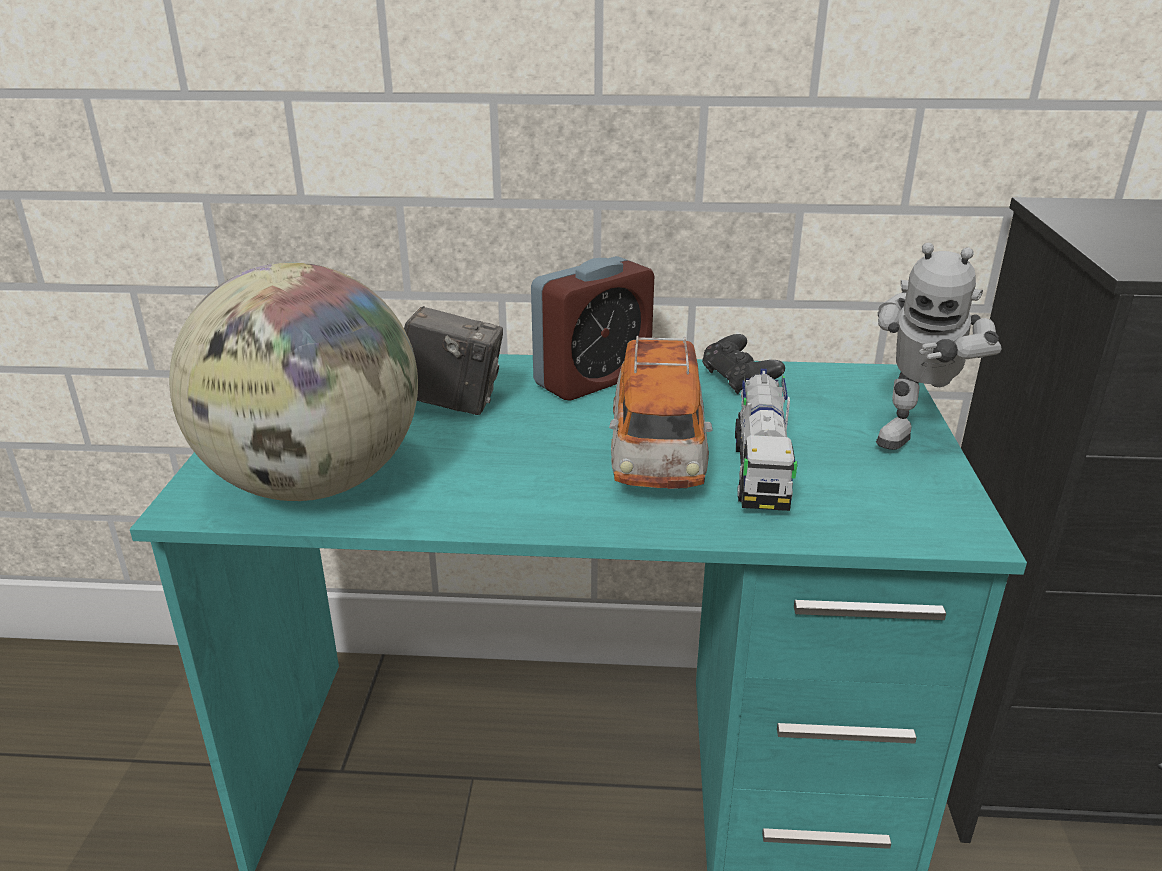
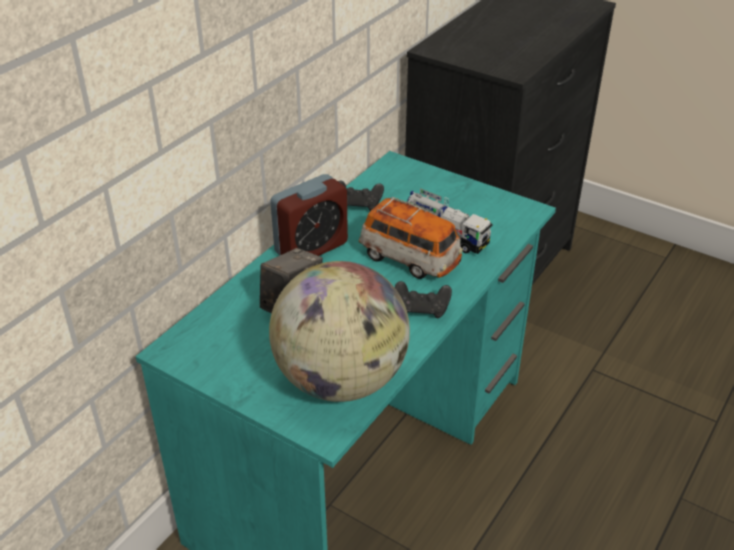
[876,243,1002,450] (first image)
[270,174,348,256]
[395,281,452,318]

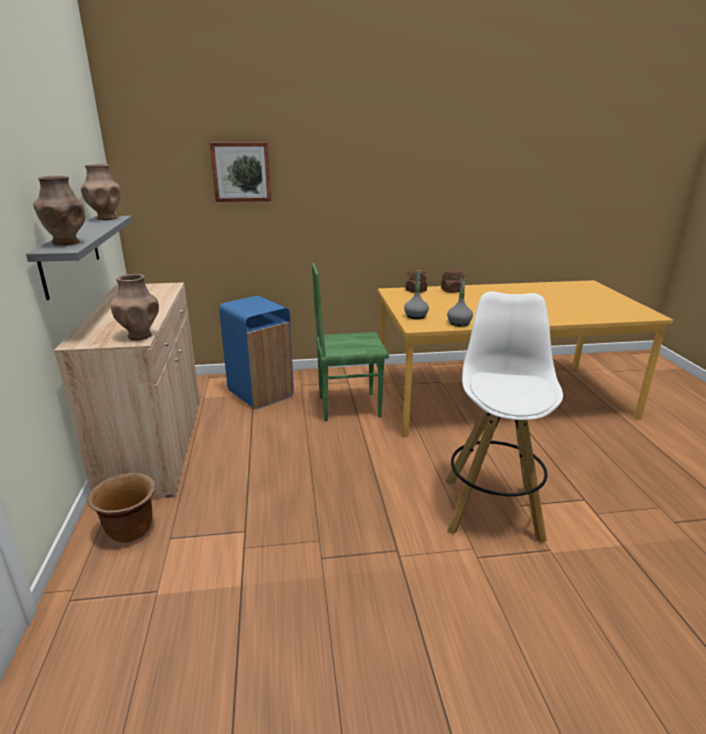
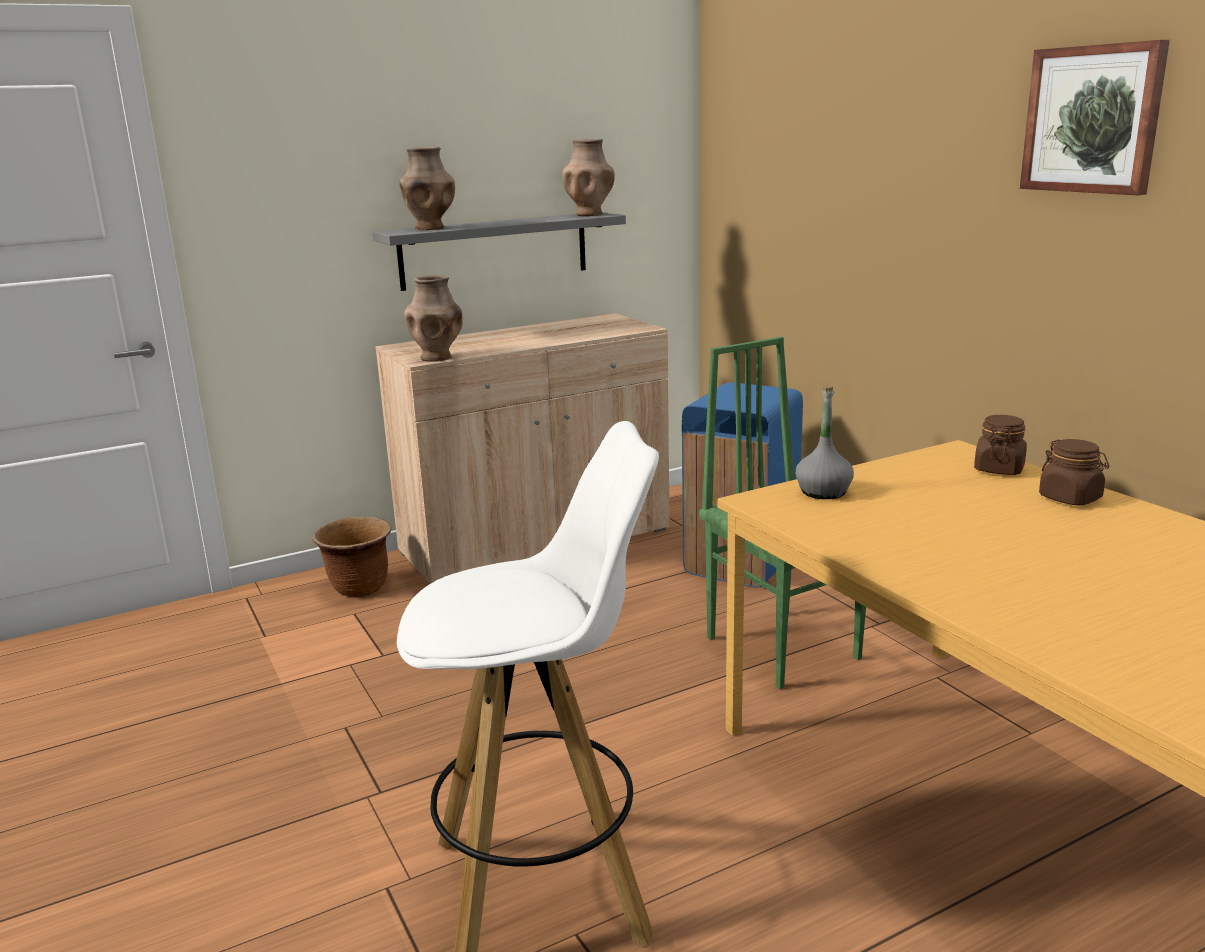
[1020,40,1170,195]
[447,276,473,326] (first image)

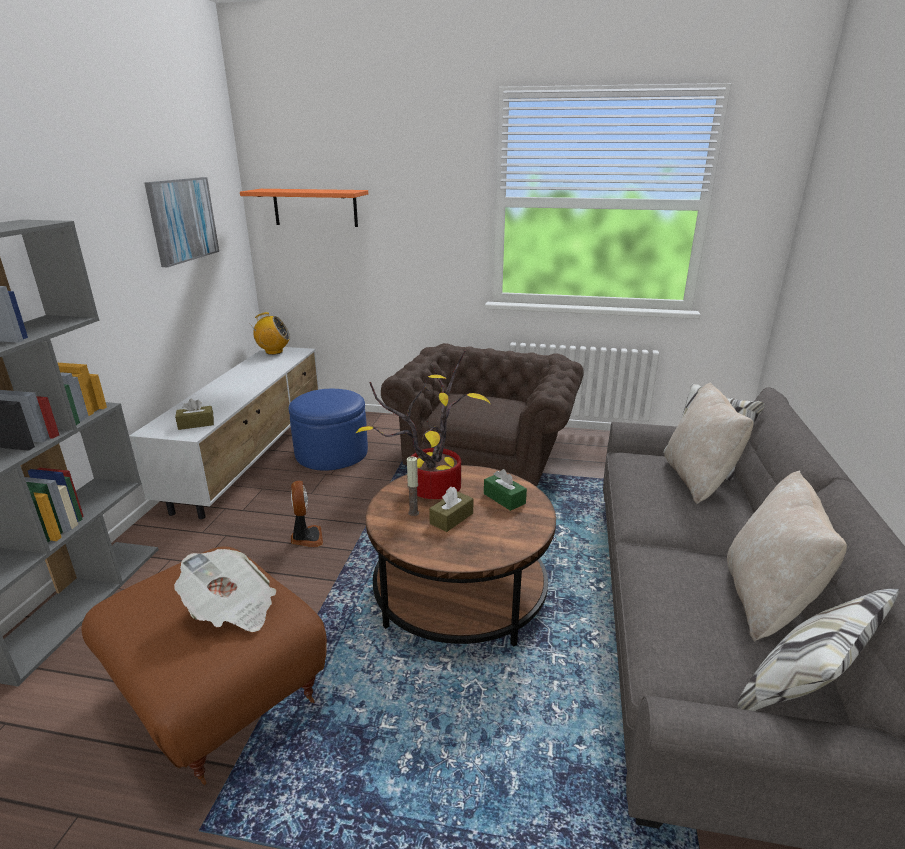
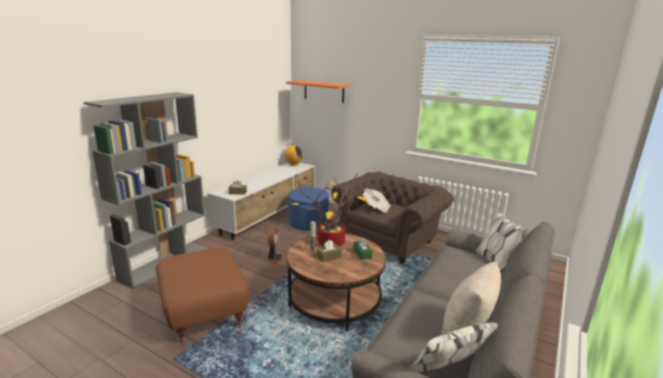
[144,177,219,267] (first image)
[664,382,754,504] (first image)
[363,188,391,213]

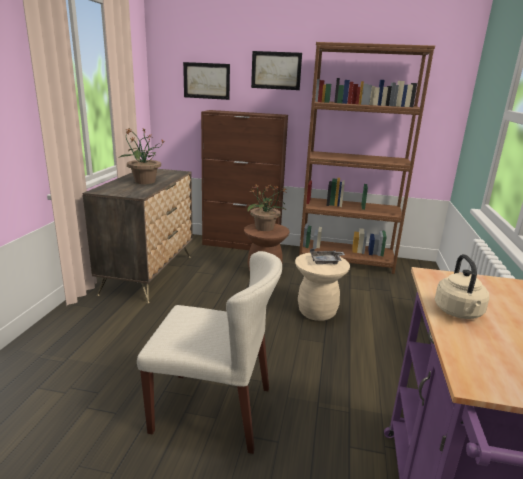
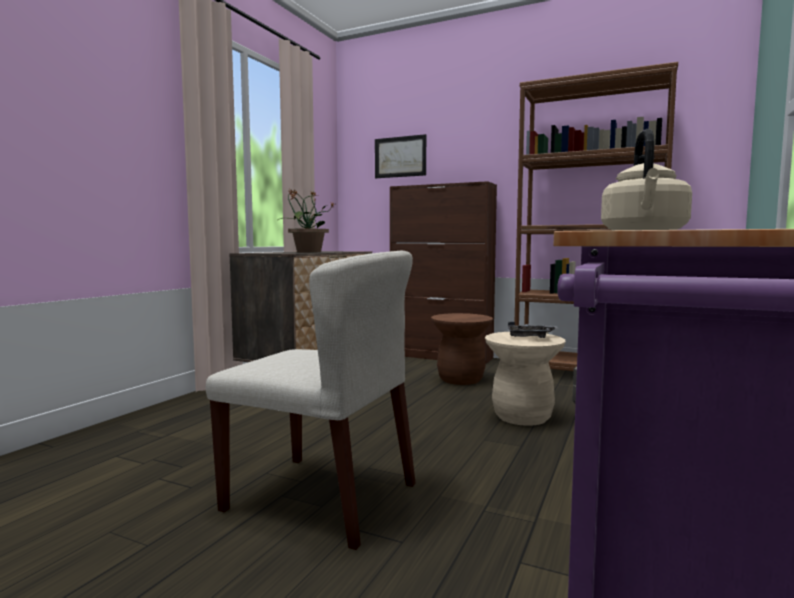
[251,51,302,90] (first image)
[247,184,286,231] (first image)

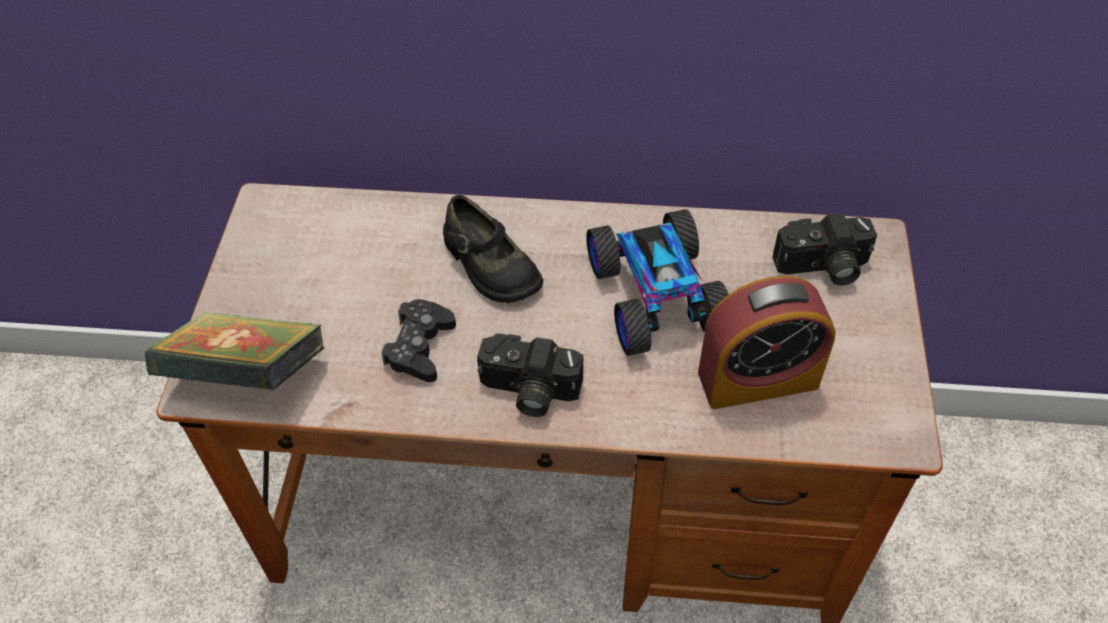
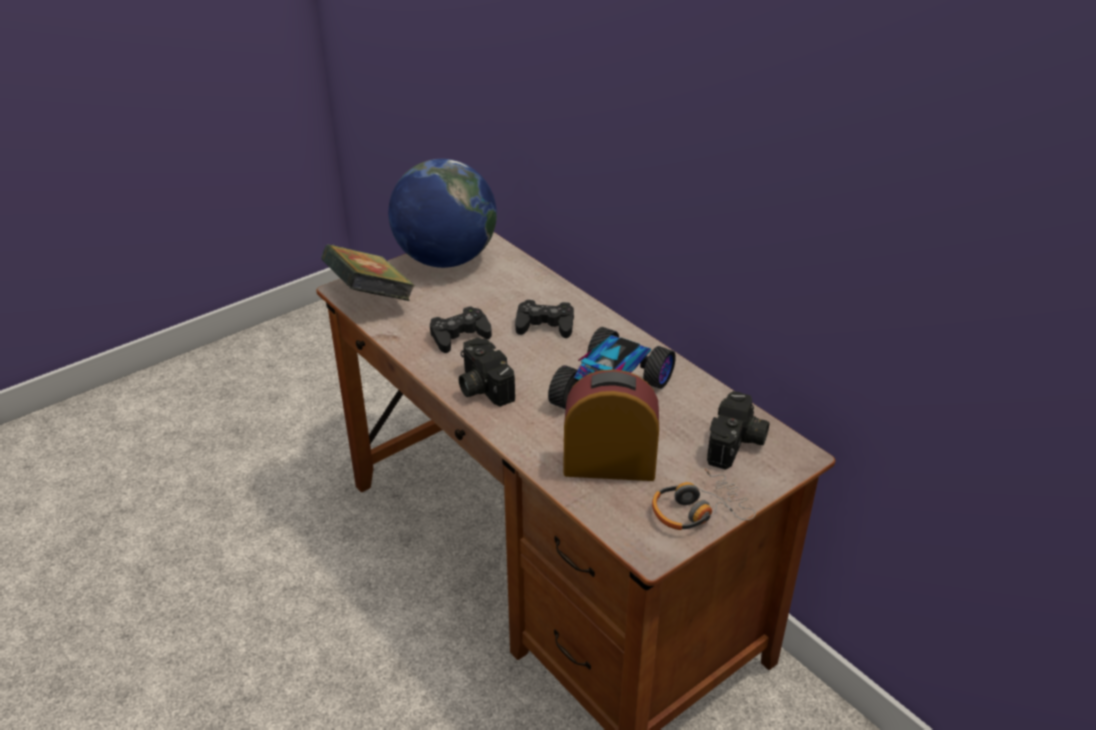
[515,300,574,338]
[707,391,770,470]
[563,370,659,481]
[388,159,497,268]
[652,468,756,530]

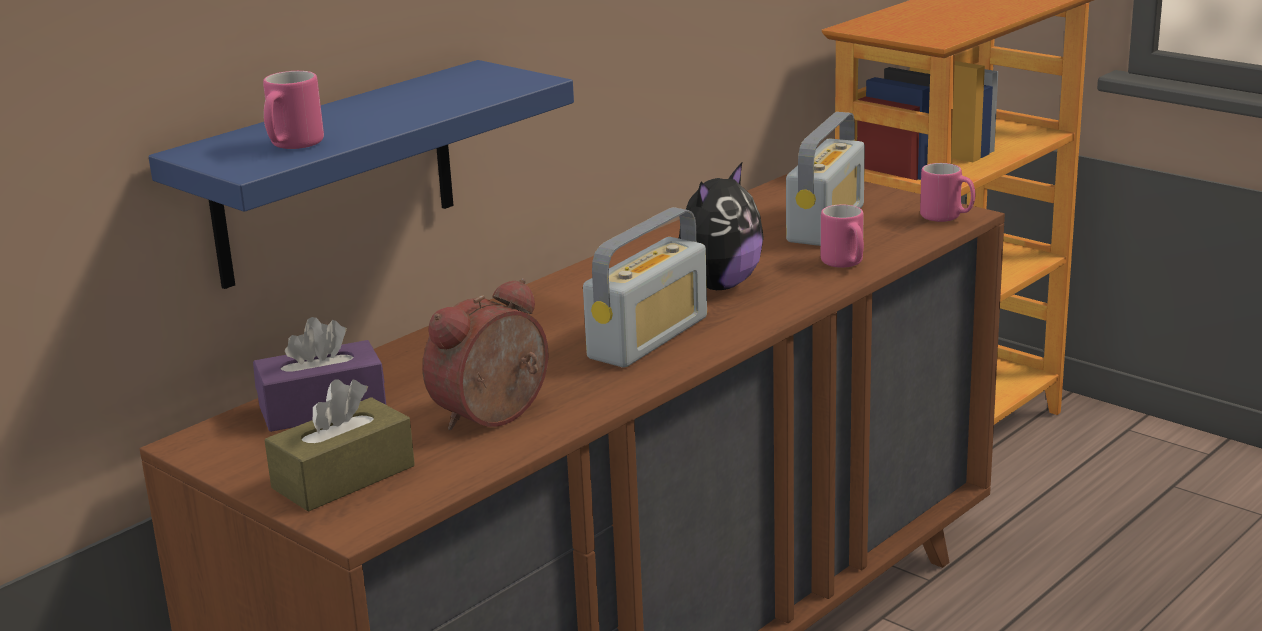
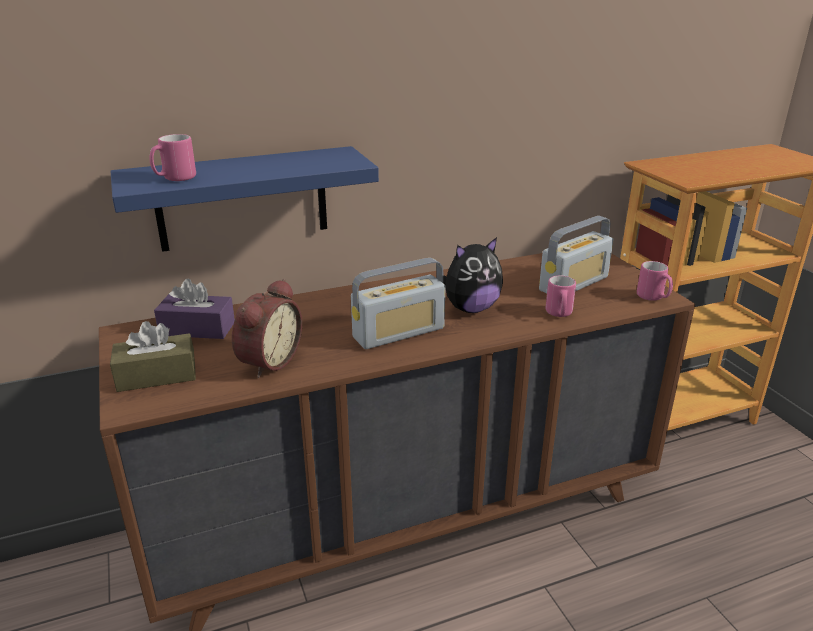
[232,279,302,378]

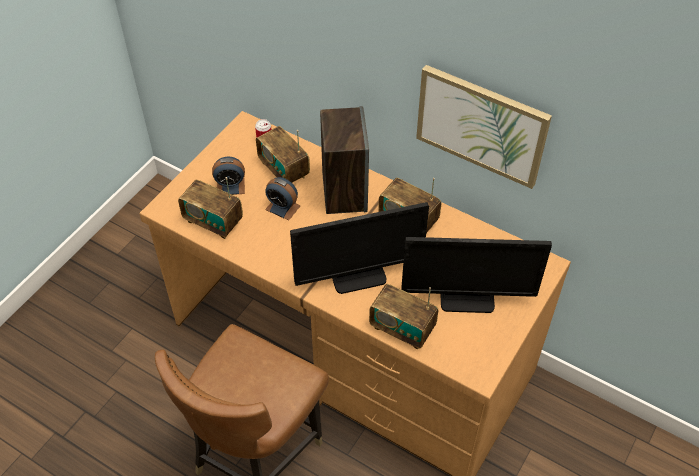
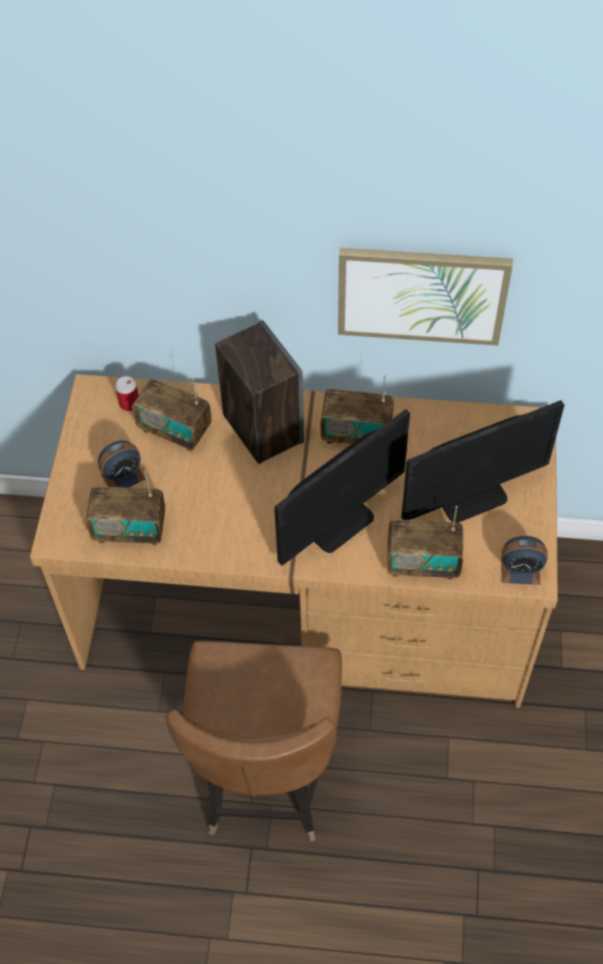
[501,536,548,585]

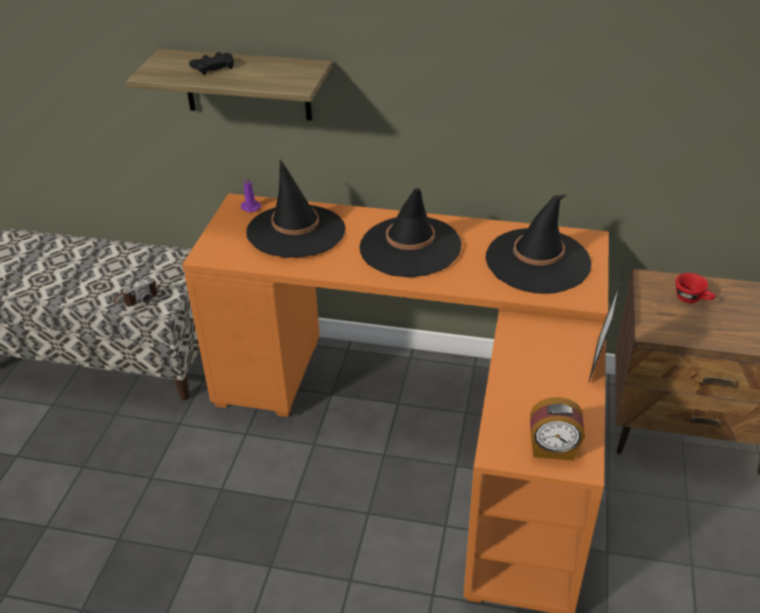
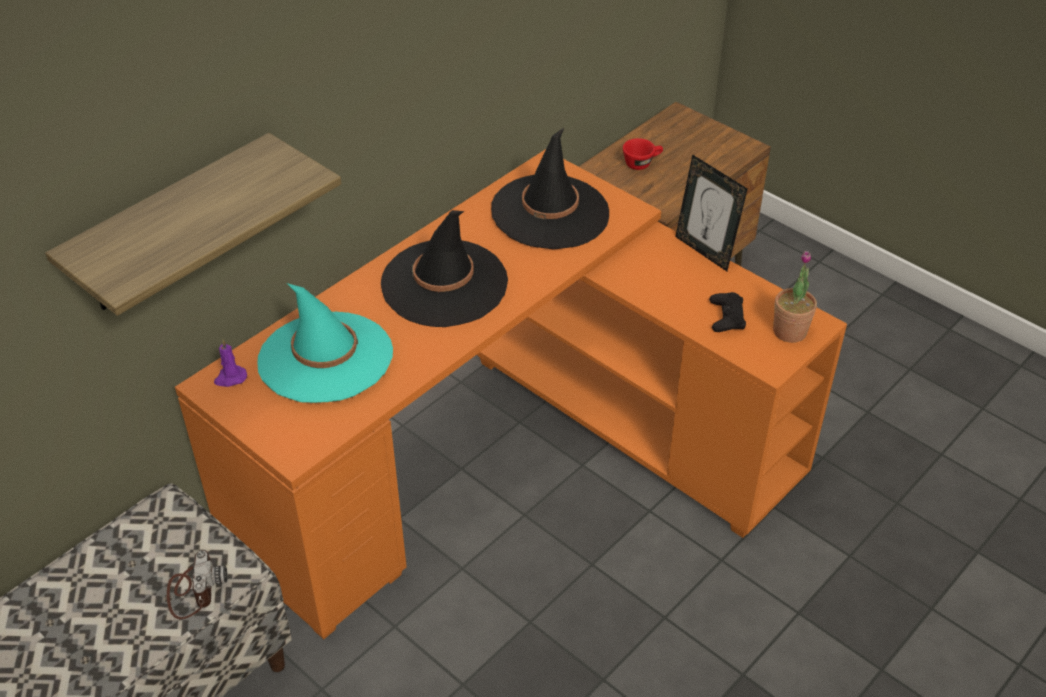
[709,292,746,332]
[257,283,393,403]
[773,251,817,343]

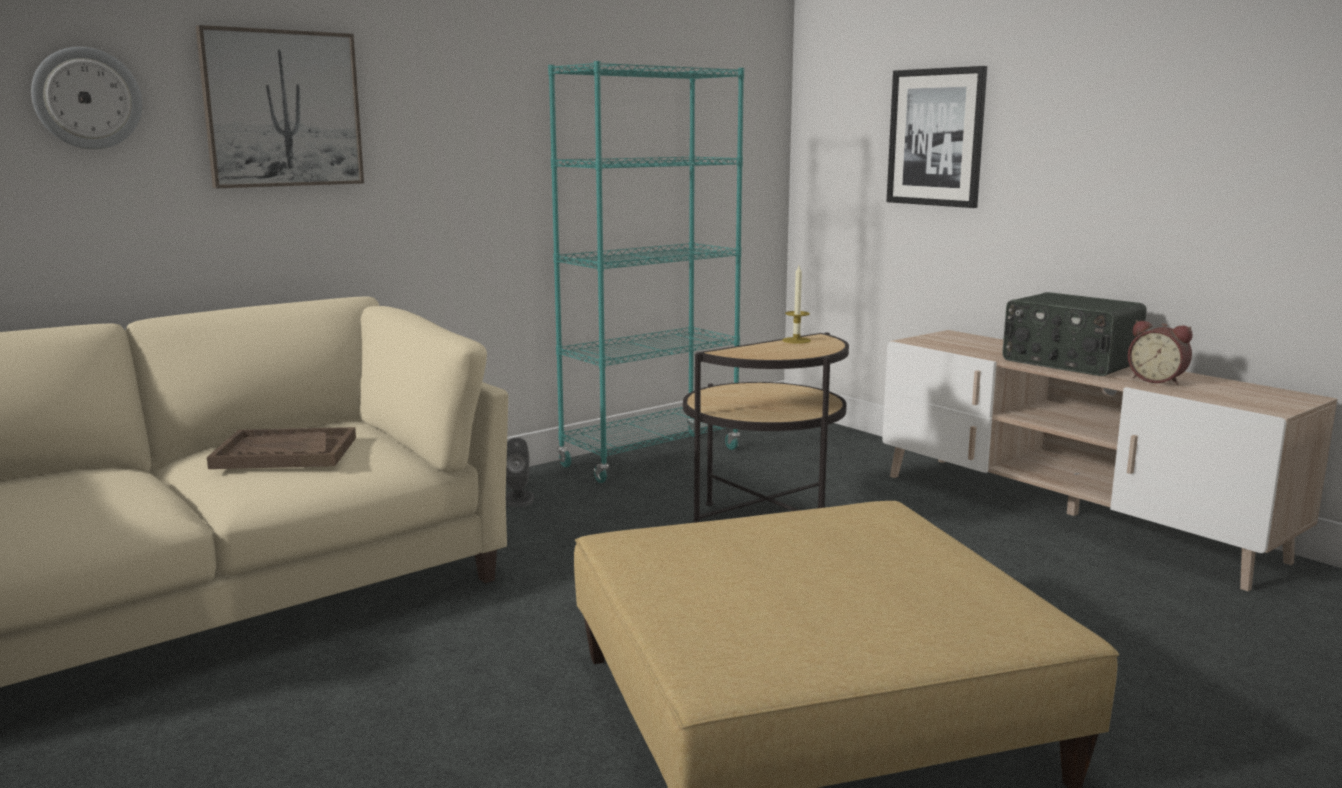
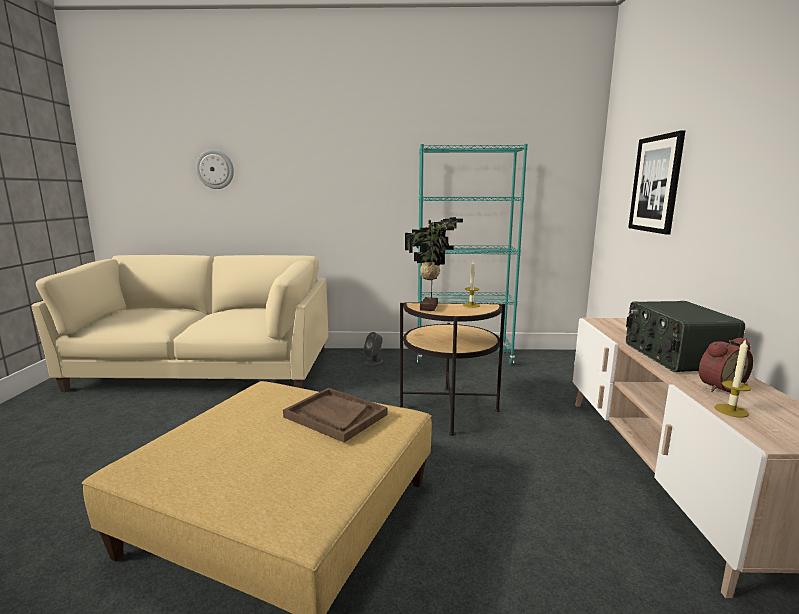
[196,25,364,188] (first image)
[699,338,753,392]
[283,388,388,443]
[405,217,463,311]
[715,338,751,418]

